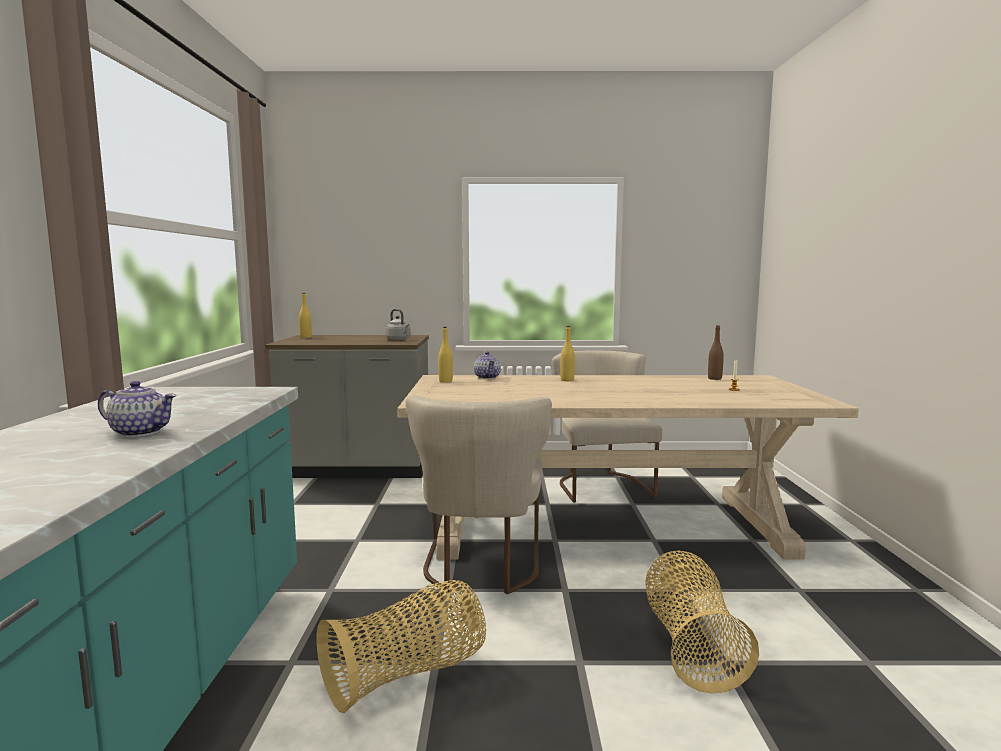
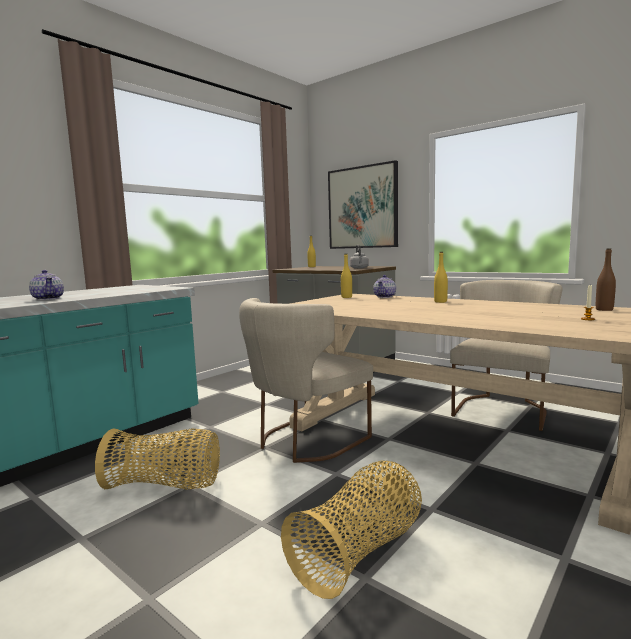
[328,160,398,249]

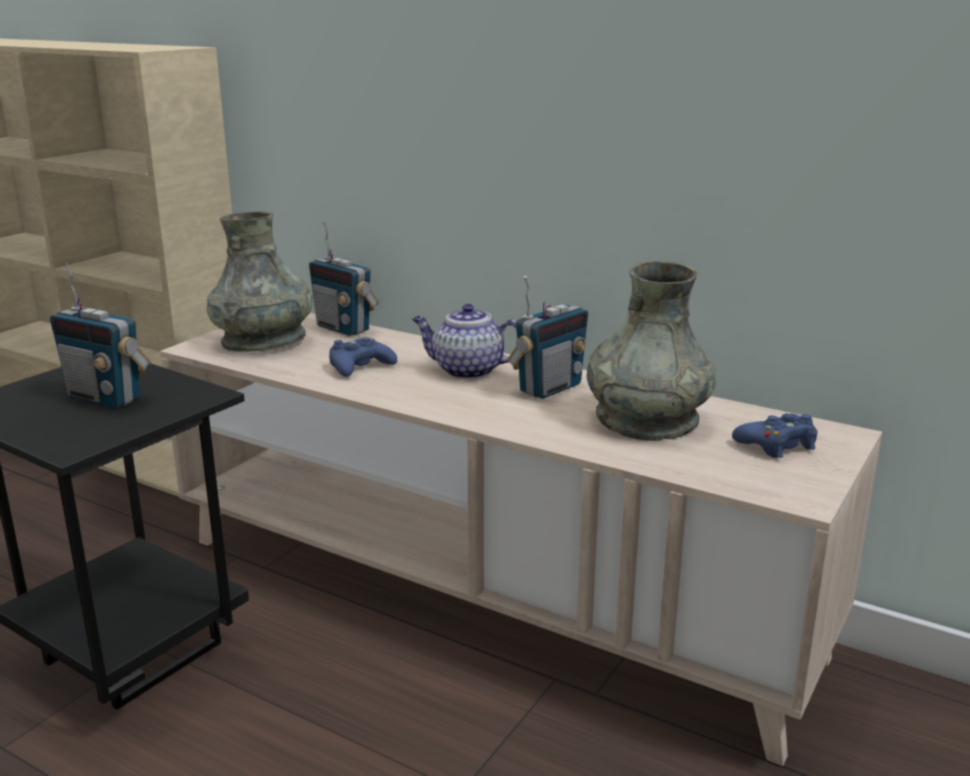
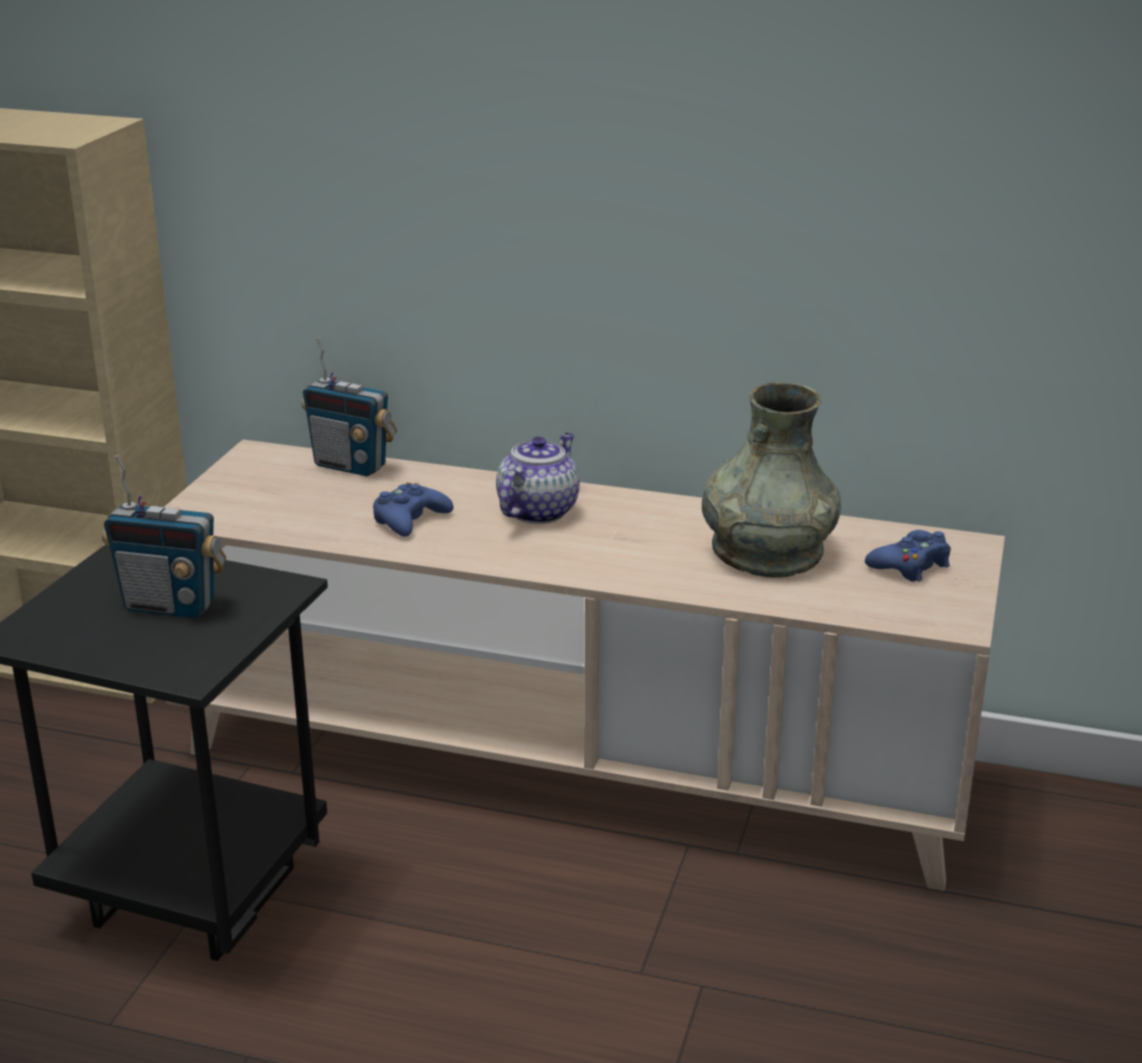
[207,211,312,352] (first image)
[508,276,588,399] (first image)
[496,433,580,524]

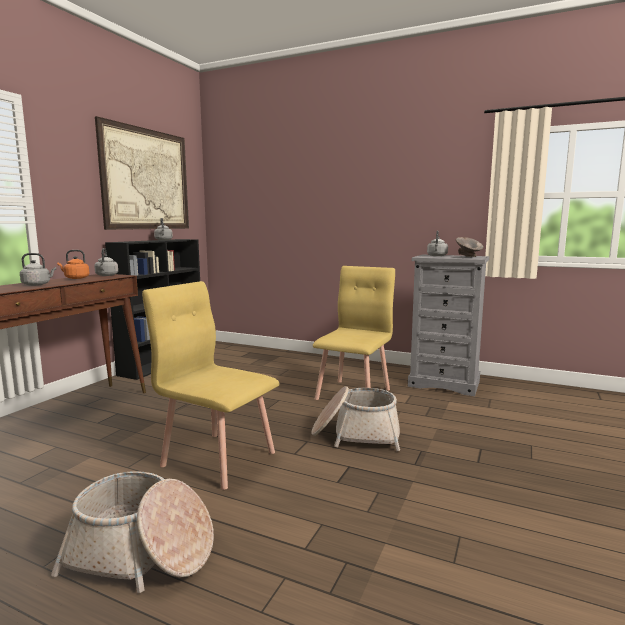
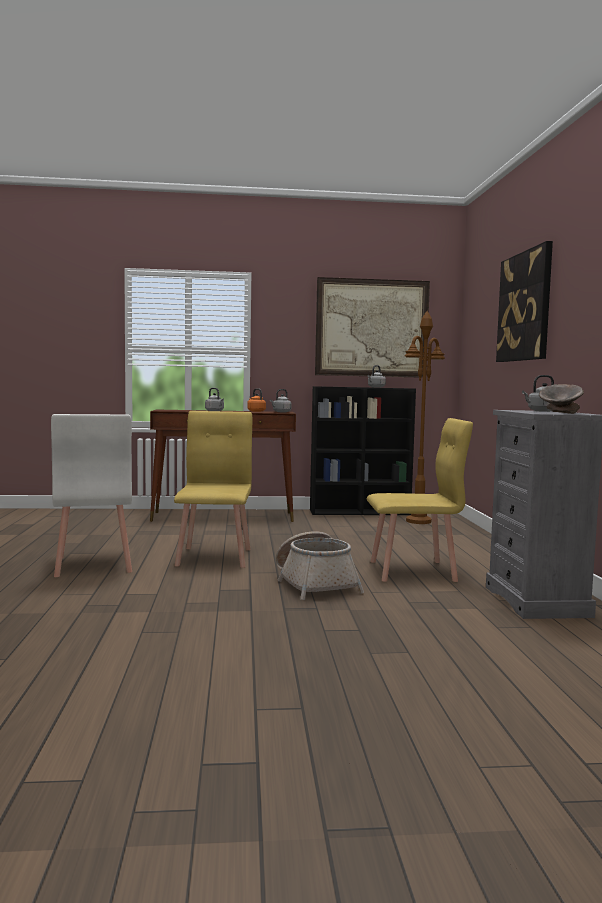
[51,414,132,577]
[496,241,553,362]
[405,311,445,524]

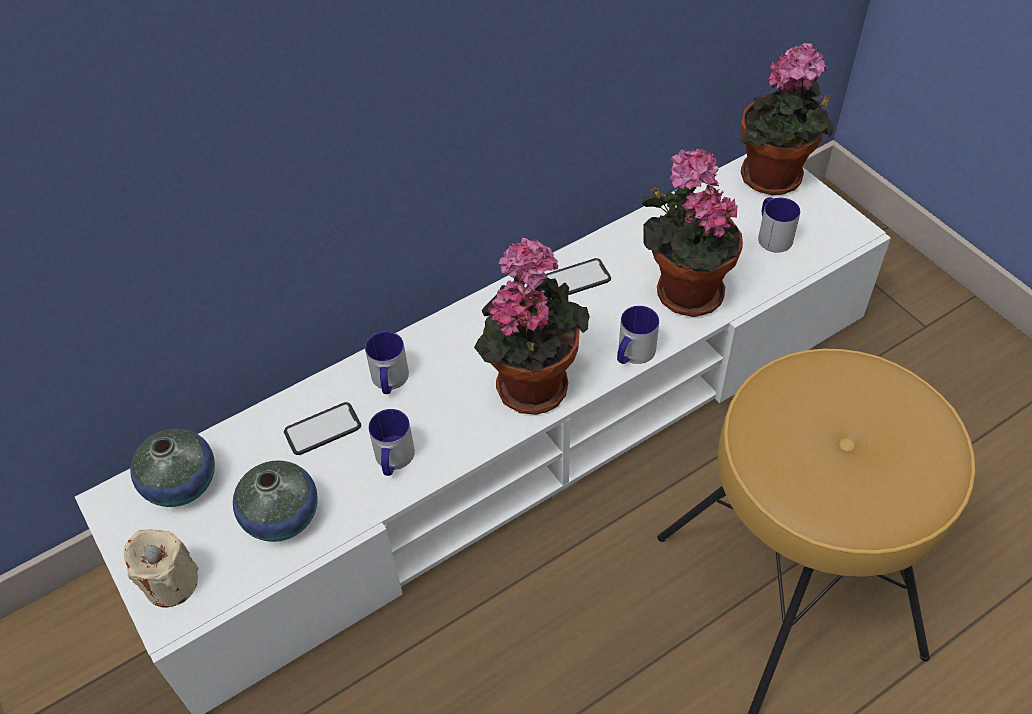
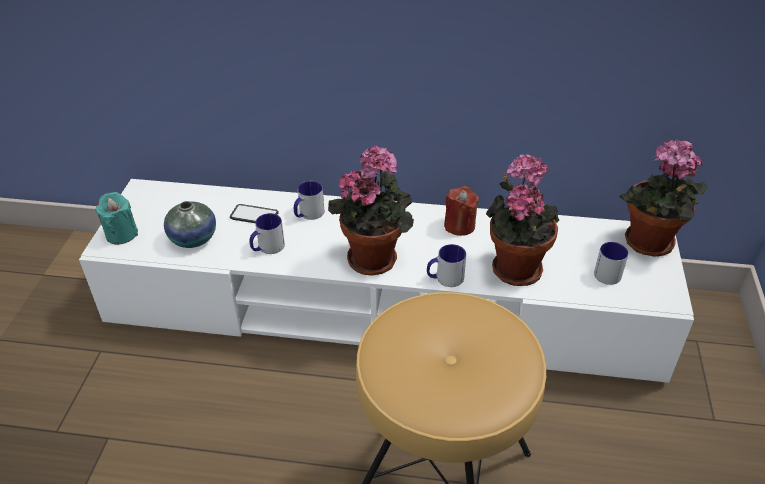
[444,186,479,236]
[130,428,215,507] (first image)
[95,192,138,245]

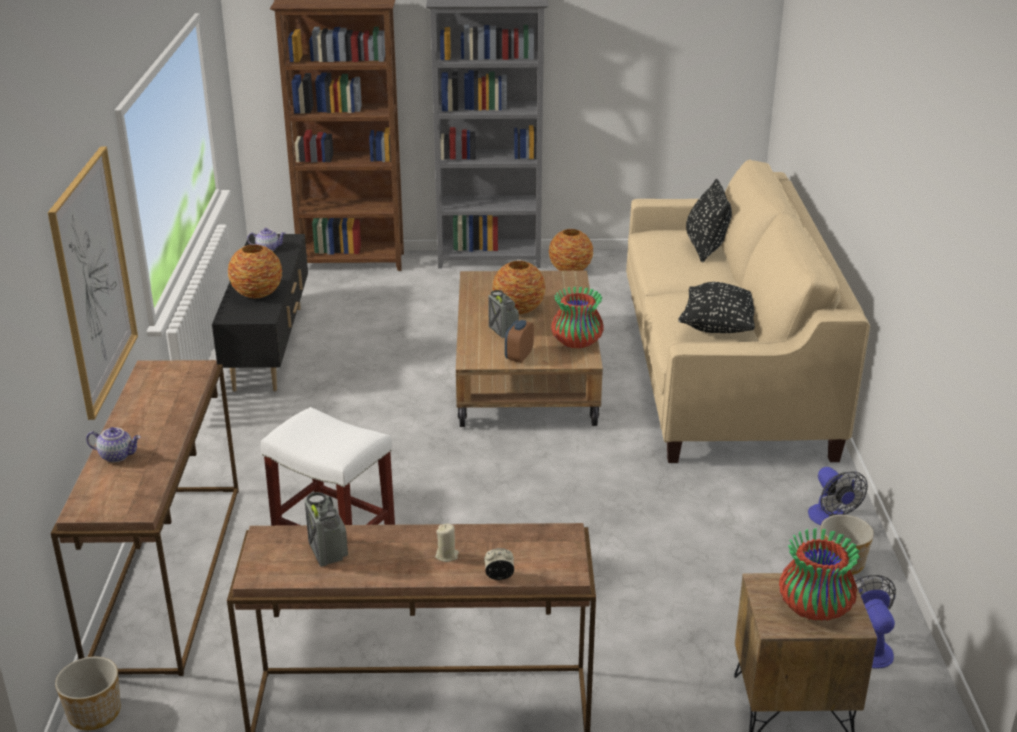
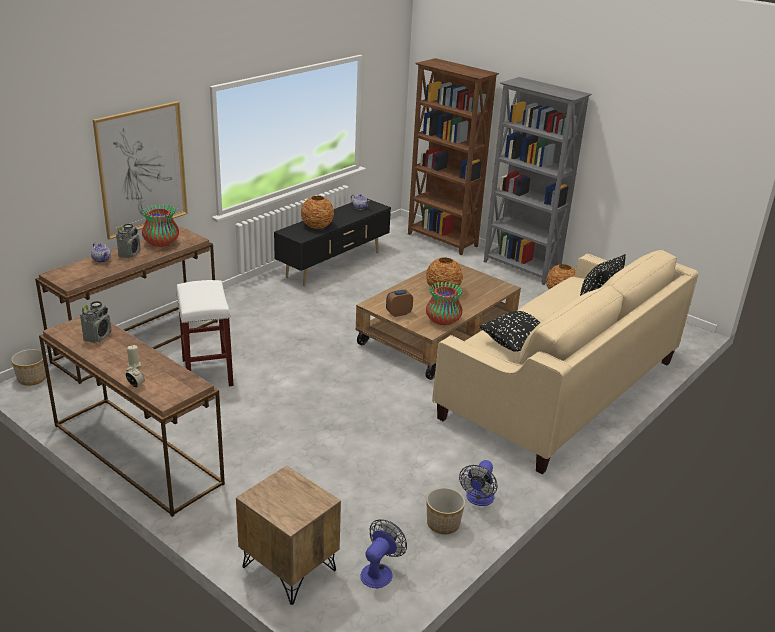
[116,224,141,258]
[142,205,179,247]

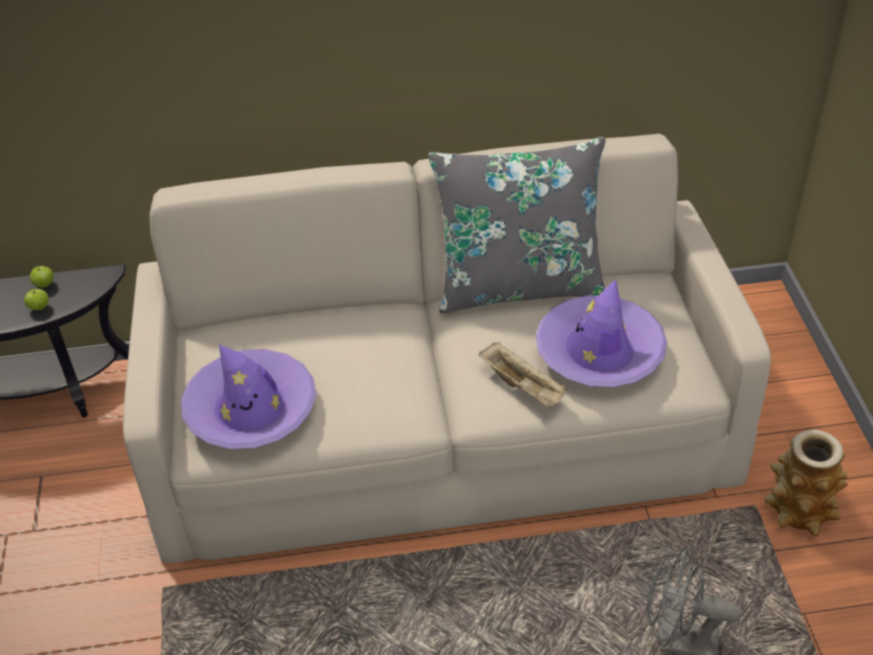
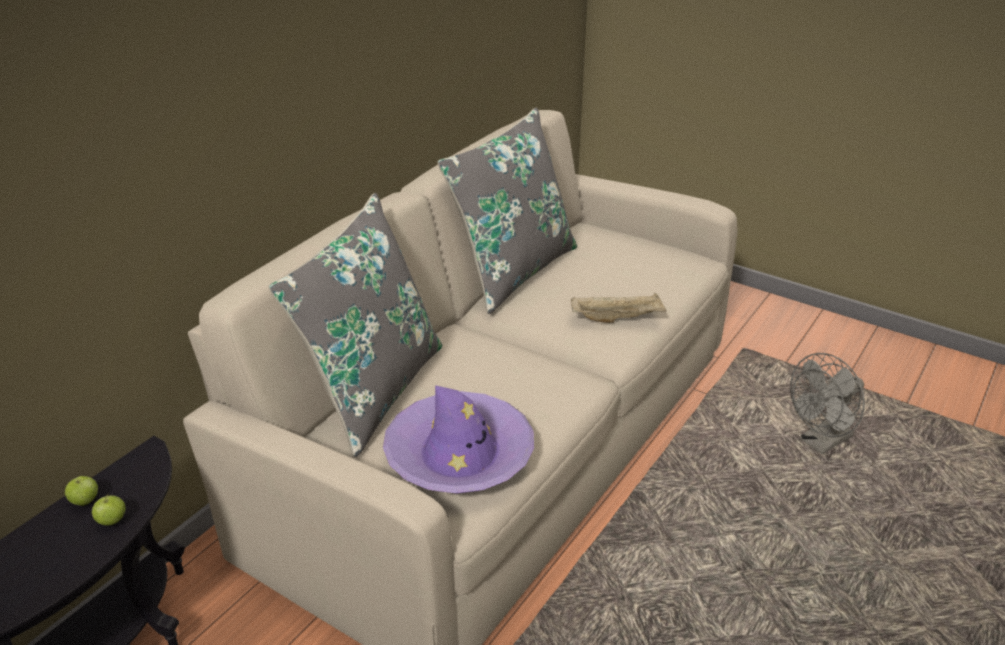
[536,279,667,387] (first image)
[764,429,848,536] (first image)
[269,193,442,457]

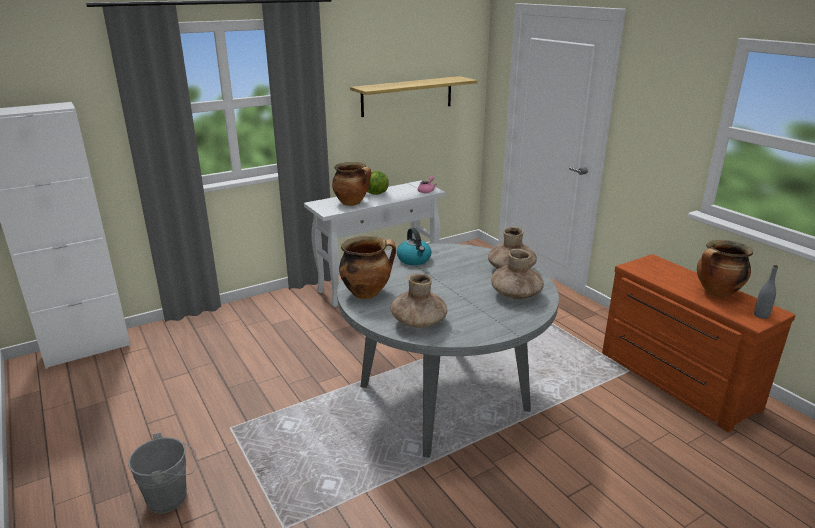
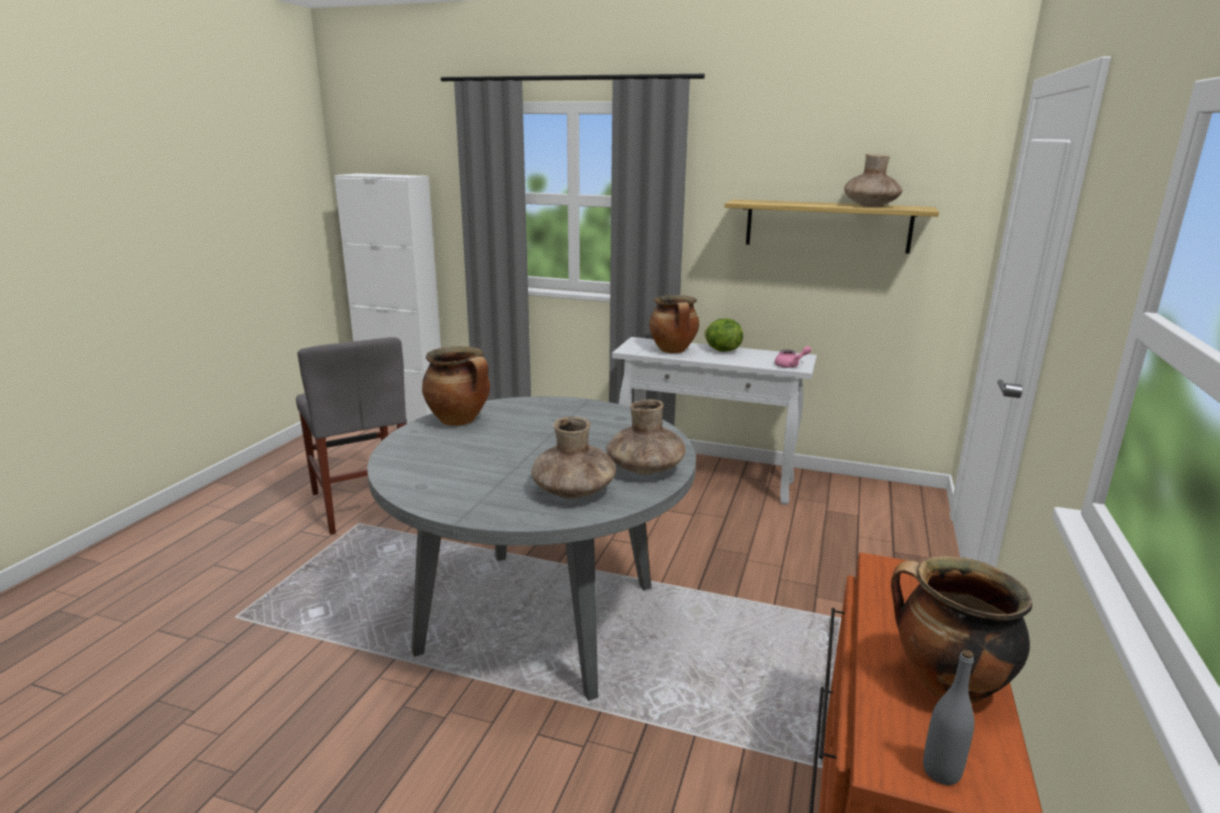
[397,228,431,265] (first image)
[844,154,902,207]
[128,433,198,513] (first image)
[296,337,407,535]

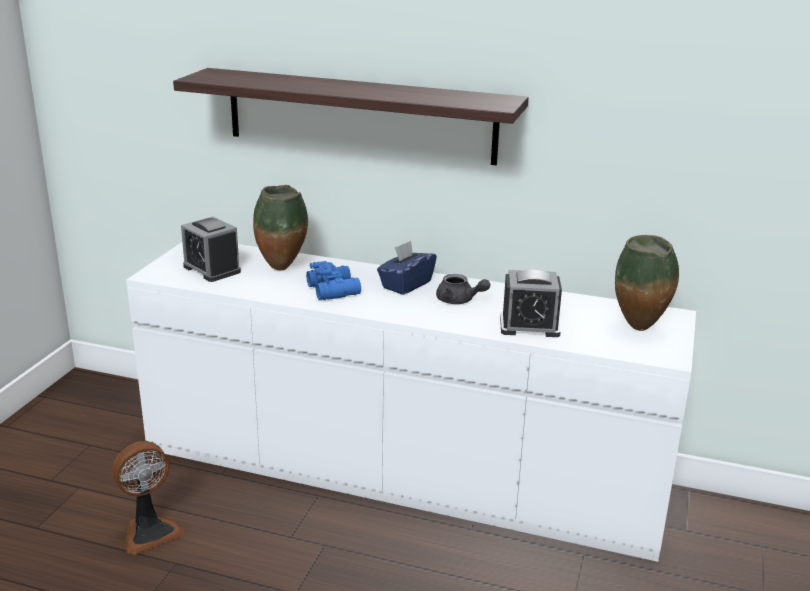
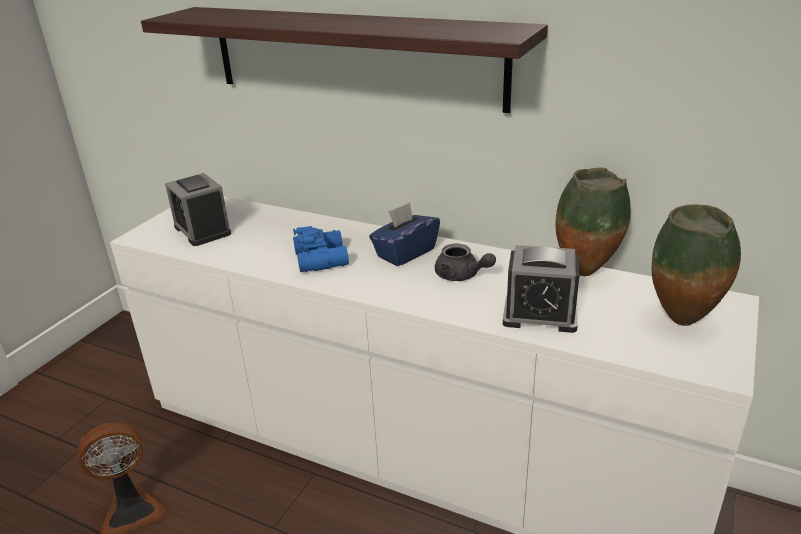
[556,167,631,276]

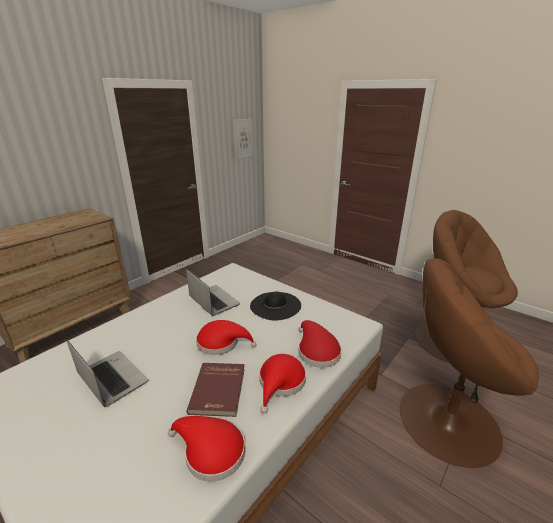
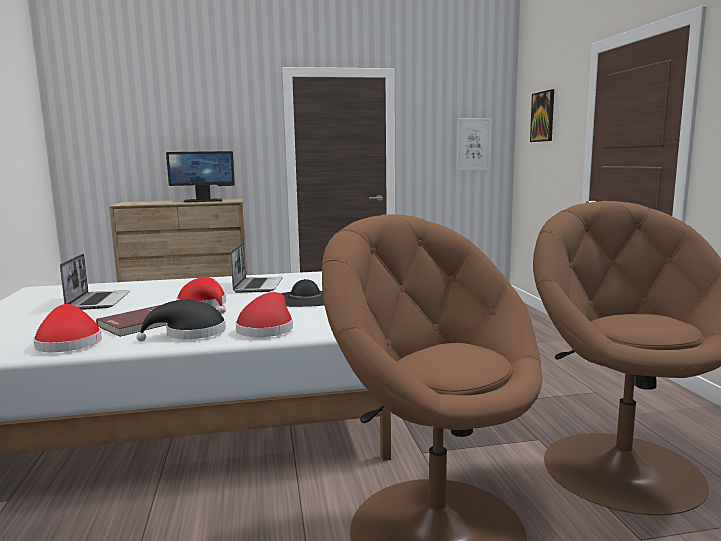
[137,300,226,341]
[530,89,554,142]
[166,151,235,203]

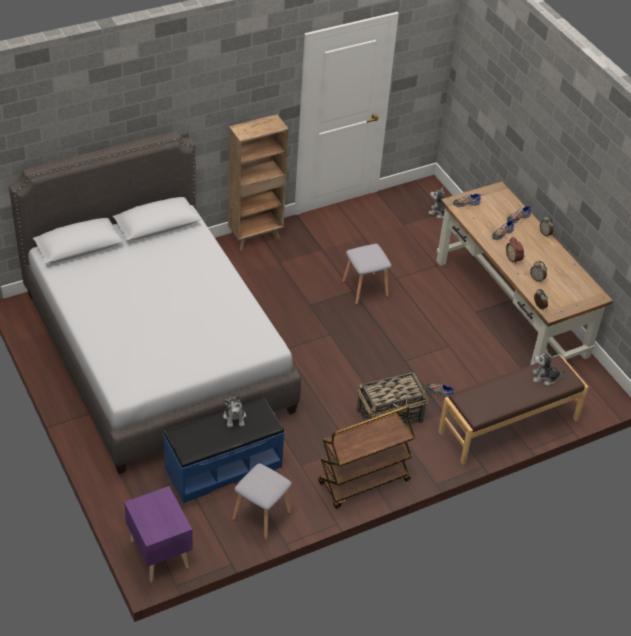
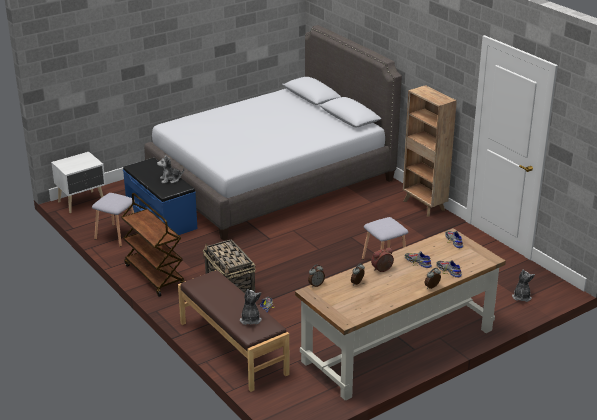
[51,152,106,213]

